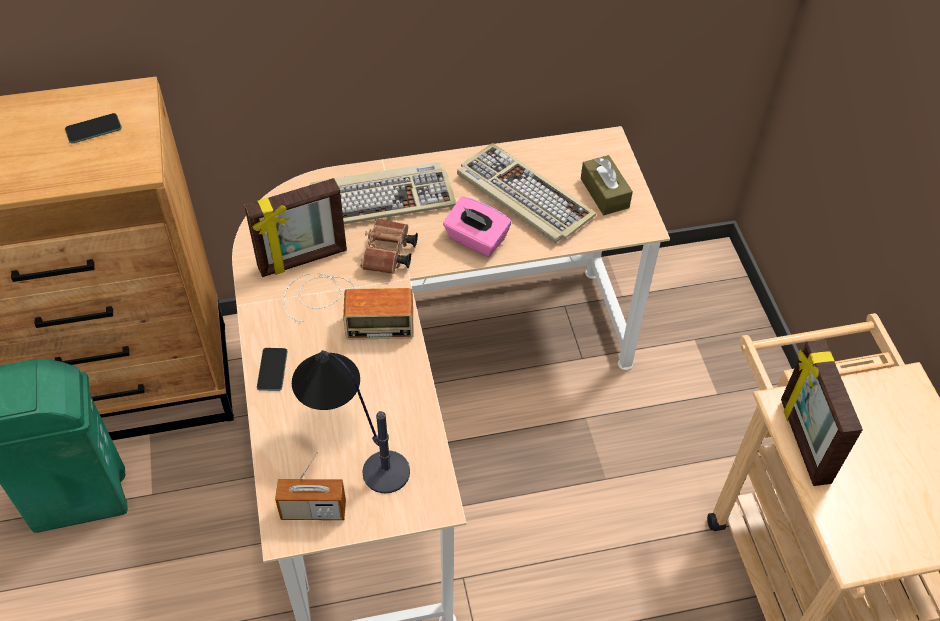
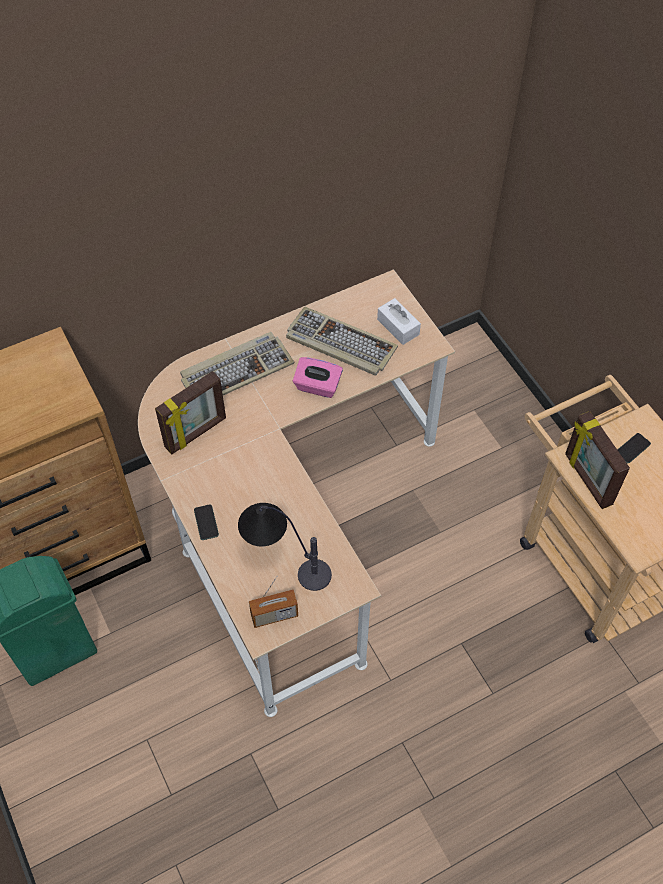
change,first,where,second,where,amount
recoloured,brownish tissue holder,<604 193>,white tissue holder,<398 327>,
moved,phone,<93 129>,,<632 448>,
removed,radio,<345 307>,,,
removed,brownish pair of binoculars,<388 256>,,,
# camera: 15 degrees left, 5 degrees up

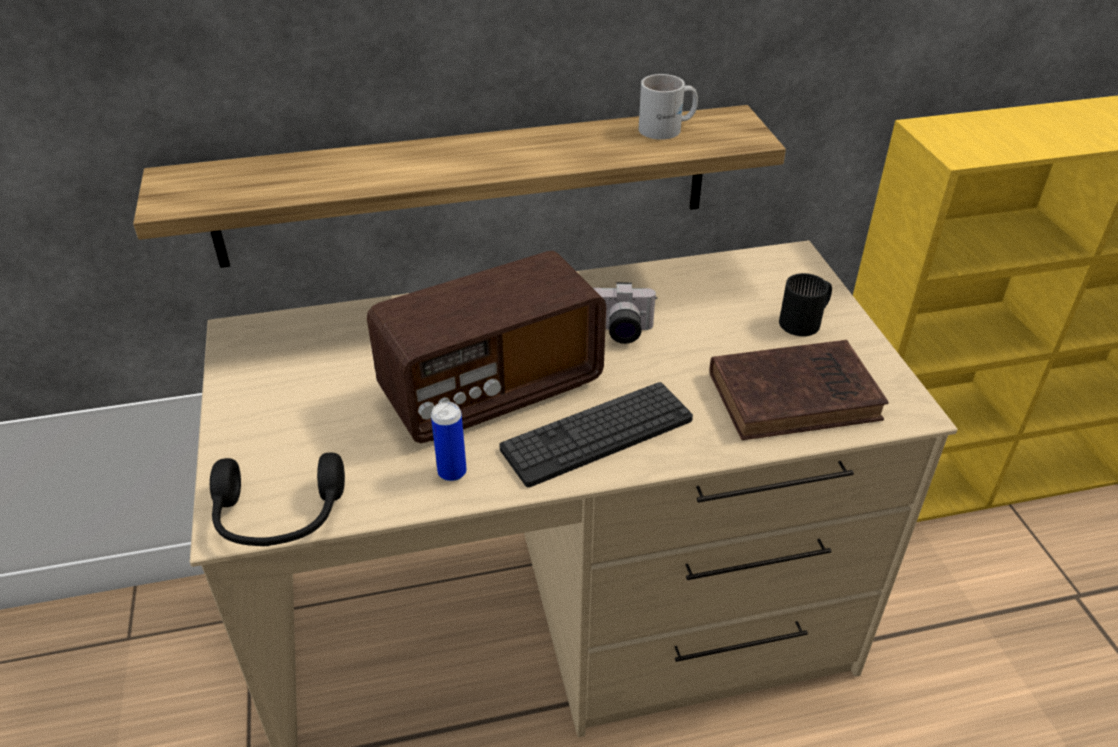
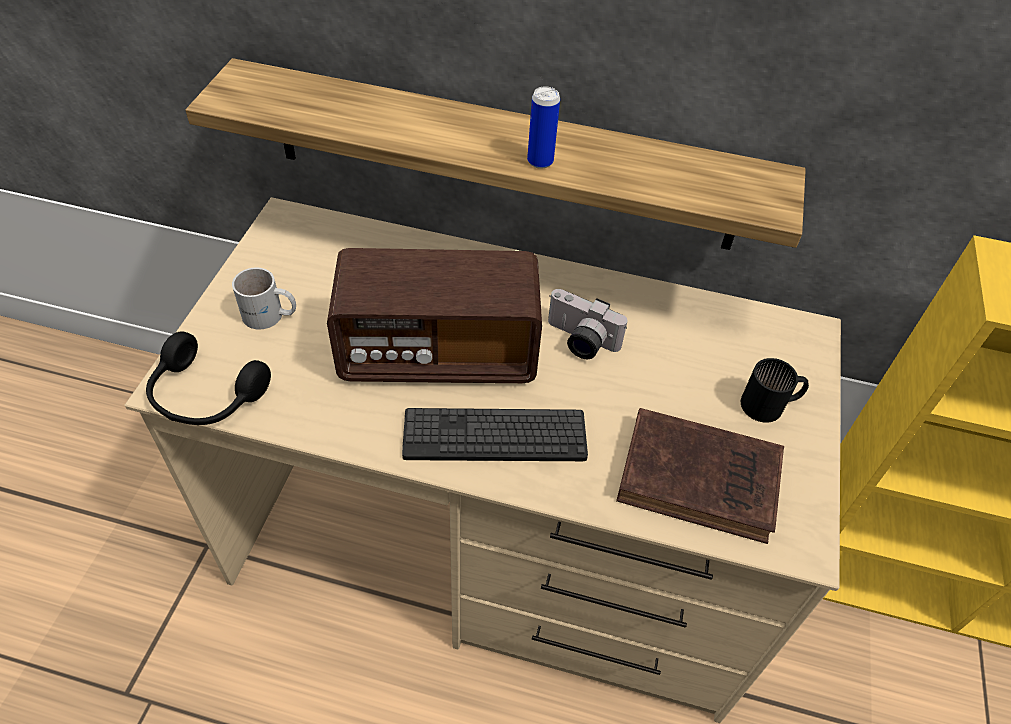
change,first,where,second,where,amount
moved,white mug,<668 129>,,<269 316>,
moved,sealed can,<452 472>,,<540 161>,
# camera: 25 degrees right, 10 degrees up

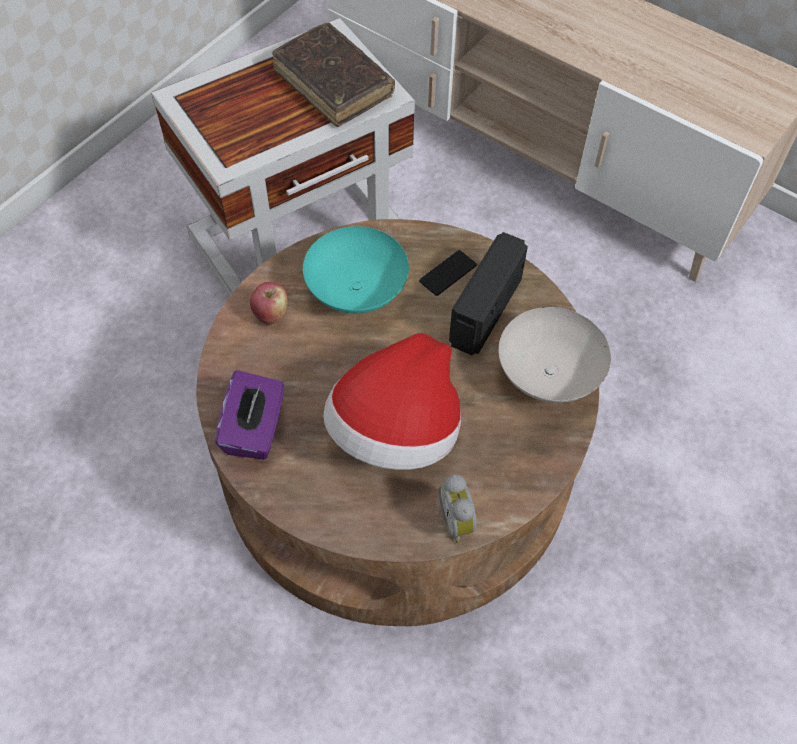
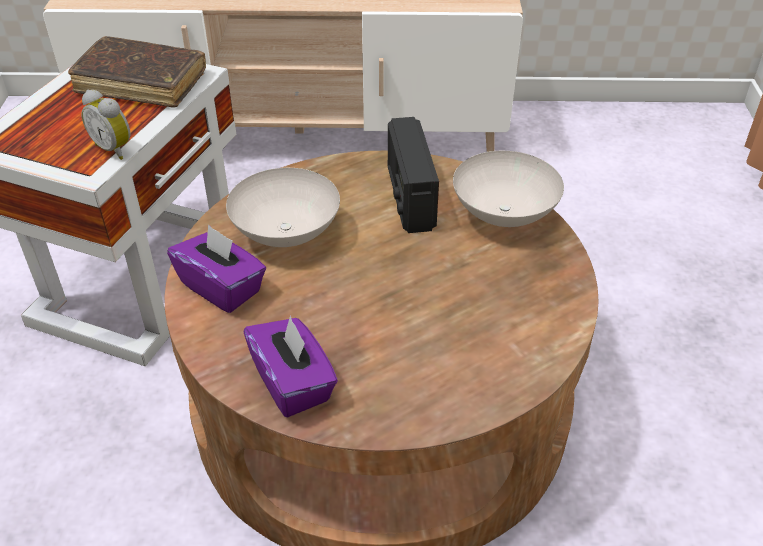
change,first,where,second,where,amount
moved,alarm clock,<458 520>,,<115 149>,
replaced,apple fruit,<271 315>,purplish tissue holder,<222 287>,
recoloured,turquoise serving bowl,<355 291>,white serving bowl,<285 234>,
removed,wearable hat,<396 430>,,,
removed,phone,<448 273>,,,
# camera: 35 degrees left, 15 degrees down

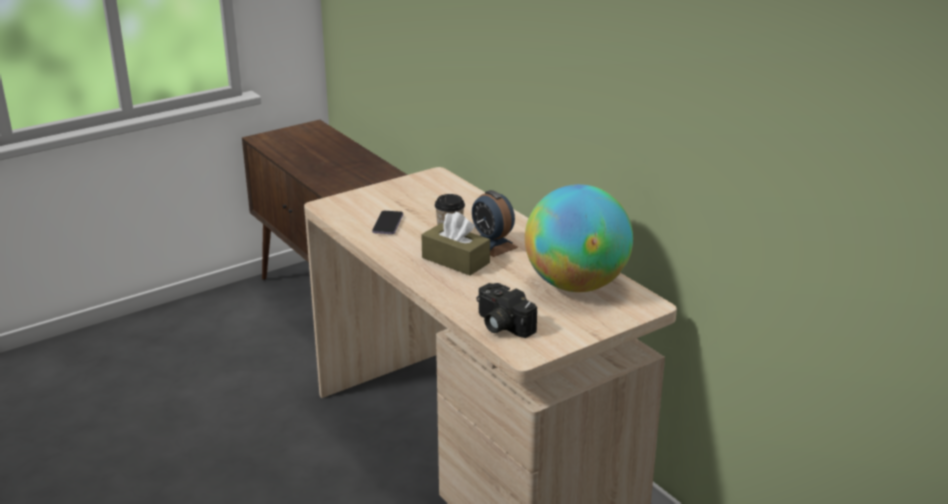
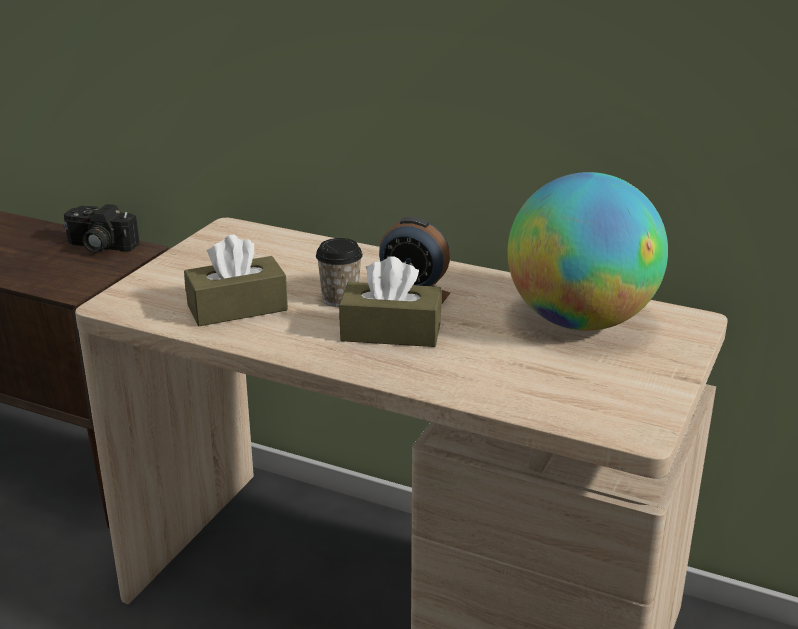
change,first,where,second,where,amount
moved,photo camera,<501 325>,,<99 246>,
replaced,phone,<388 224>,brownish tissue holder,<237 308>,
# camera: 30 degrees left, 0 degrees up

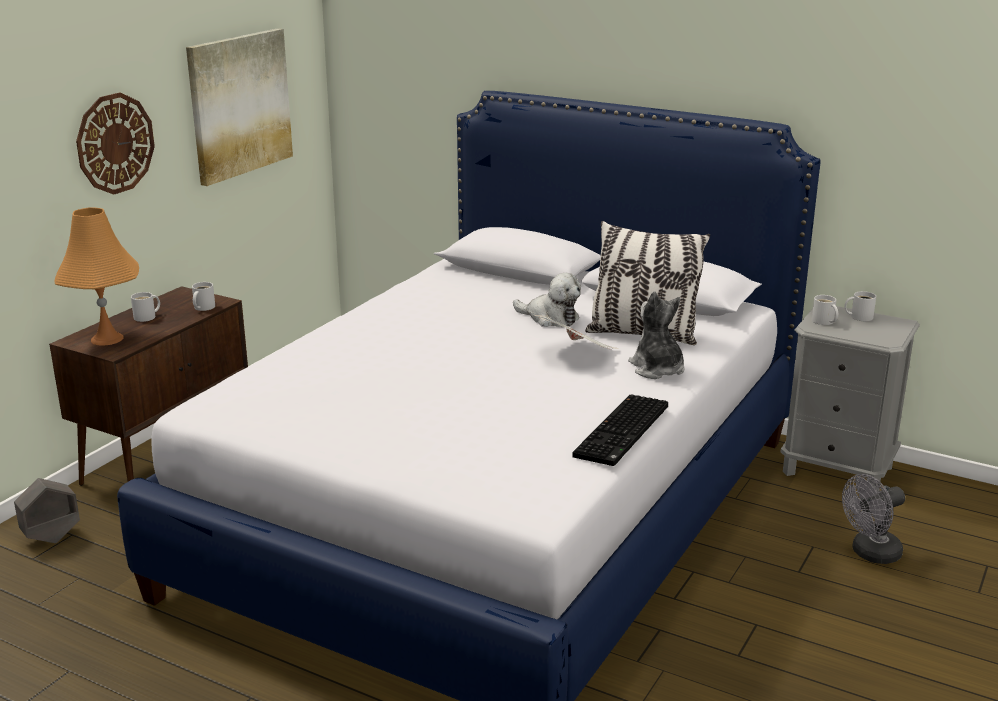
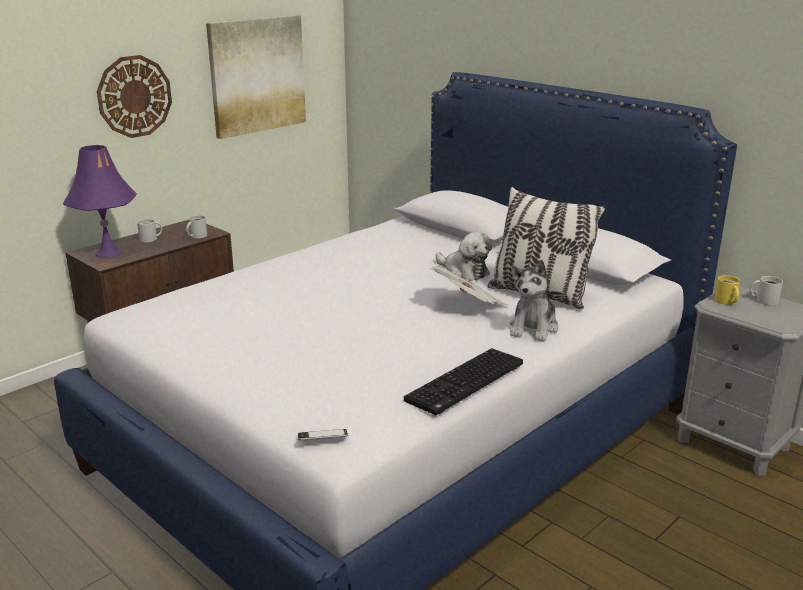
change,first,where,second,where,amount
recoloured,orange-coloured tabletop lamp,<107 339>,purplish tabletop lamp,<109 253>,
added,,,phone,<323 438>,
turned,soft toy,<657 369>,,<533 328>,150 degrees counterclockwise
recoloured,white mug,<823 322>,yellowish mug,<725 301>,
removed,gray planter,<52 538>,,,
removed,gray electric fan,<870 554>,,,
# camera: 15 degrees right, 0 degrees up

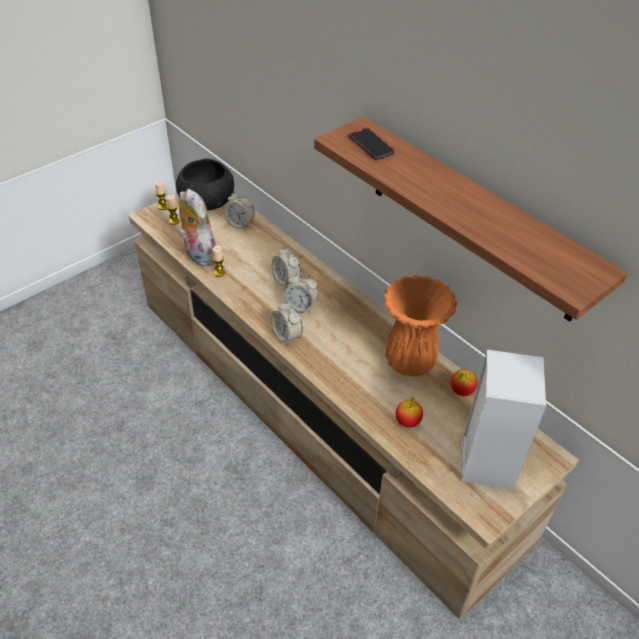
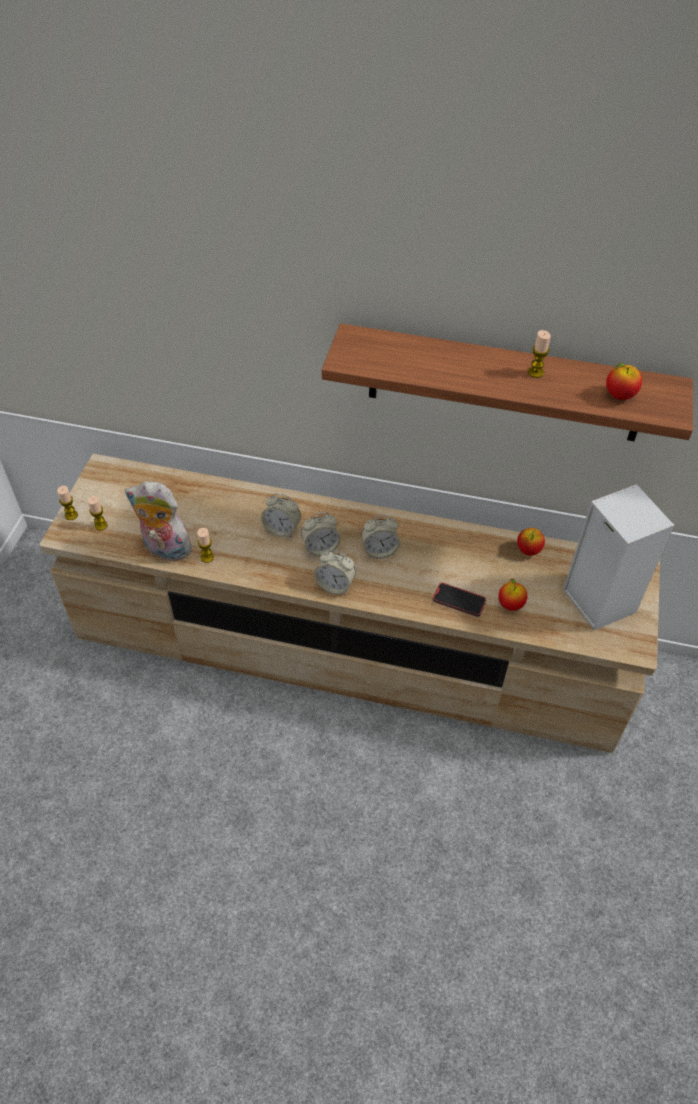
change,first,where,second,where,amount
moved,alarm clock,<240 224>,,<379 550>,
moved,phone,<371 146>,,<459 601>,
added,,,wax candle,<535 372>,
added,,,apple fruit,<619 395>,
removed,blackish serving bowl,<207 201>,,,
removed,orange-coloured vase,<411 362>,,,
# camera: 35 degrees left, 5 degrees up

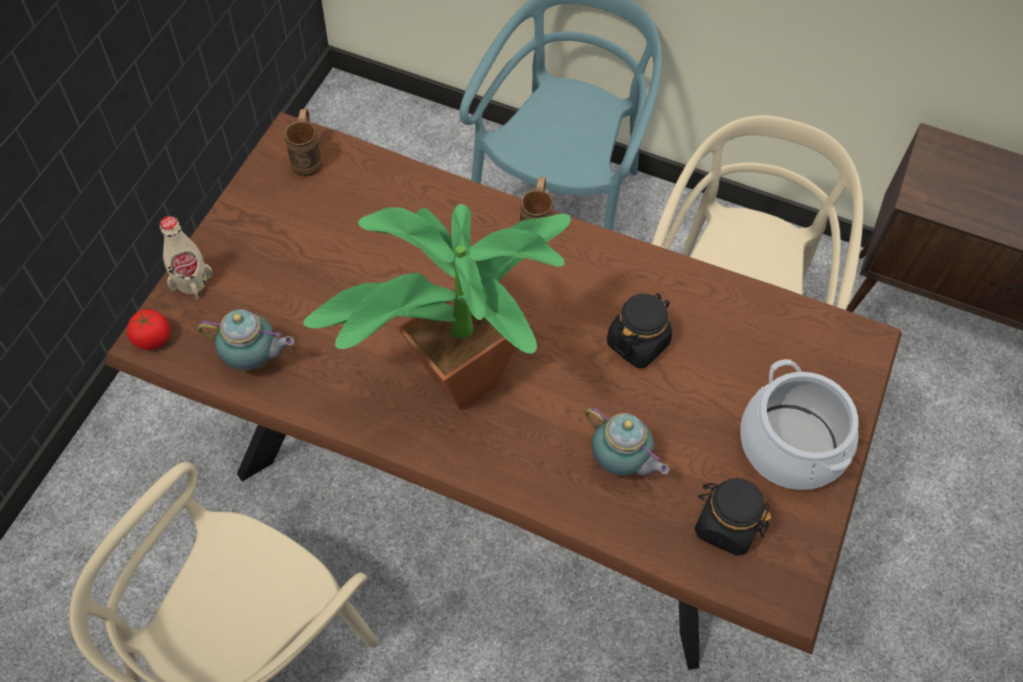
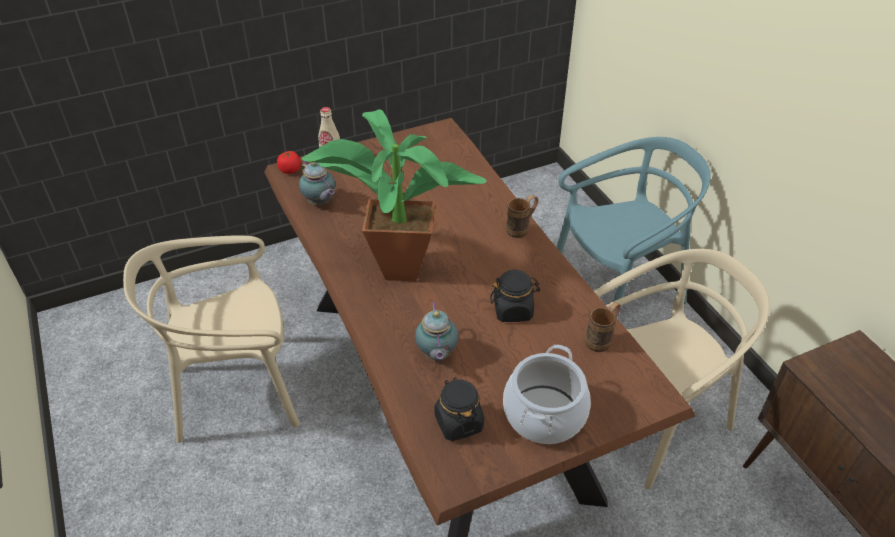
change,first,where,second,where,amount
moved,brownish mug,<308 158>,,<602 339>,
# camera: 45 degrees right, 15 degrees down

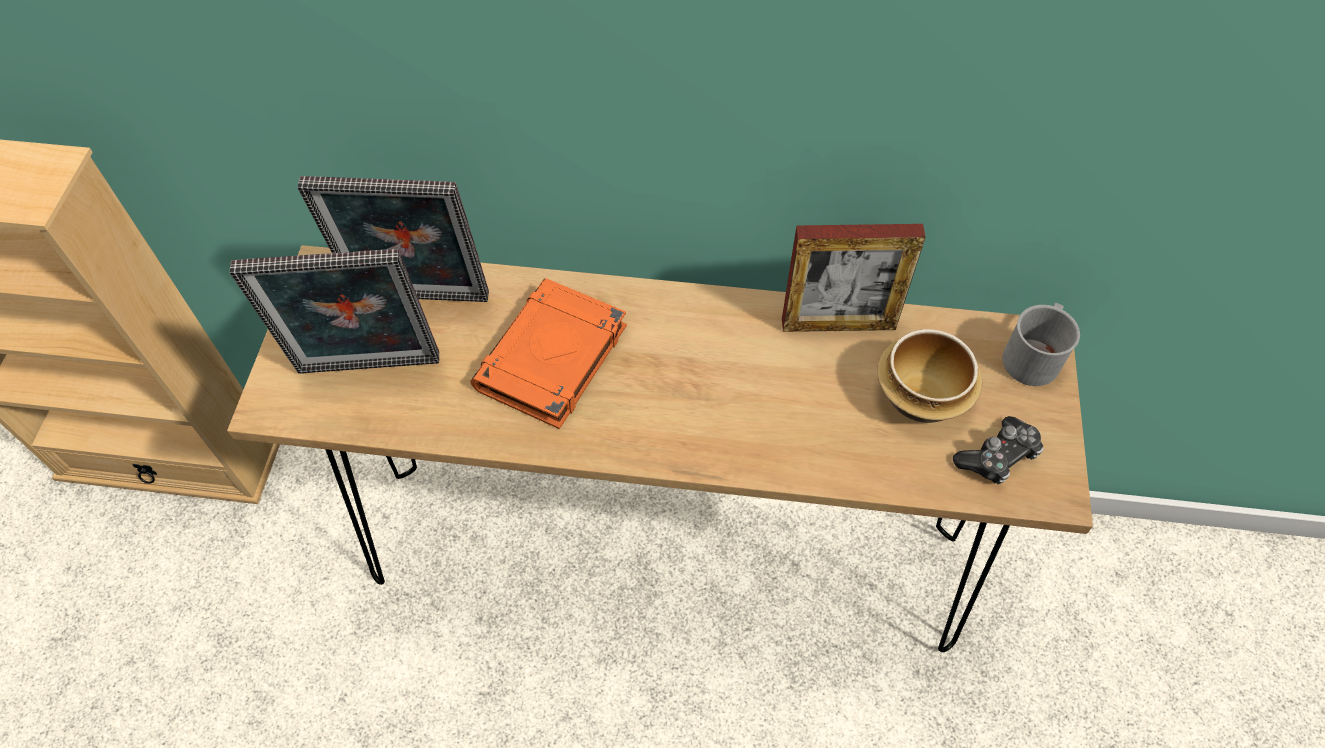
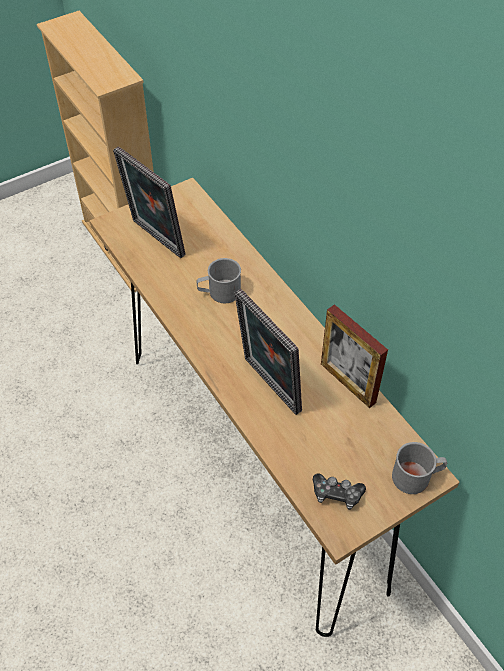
change,first,where,second,where,amount
replaced,orange-coloured bound book,<551 359>,gray mug,<219 292>,
moved,picture frame,<420 301>,,<268 387>,
removed,serving bowl,<919 396>,,,
# camera: 50 degrees right, 5 degrees down

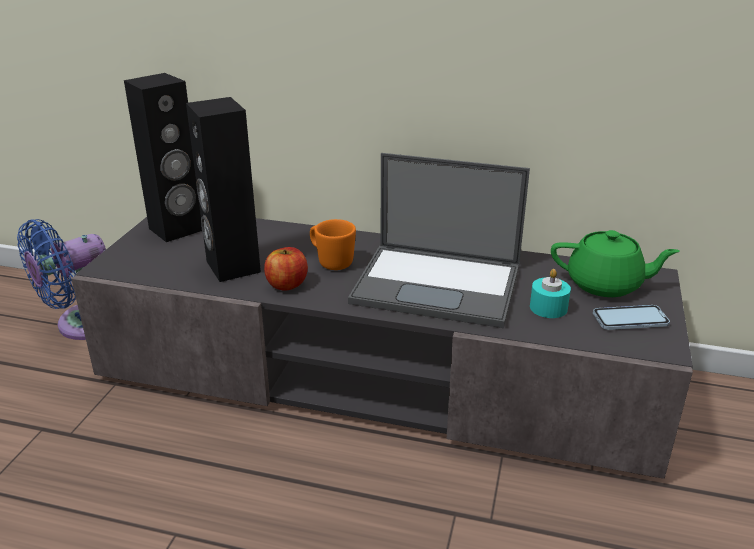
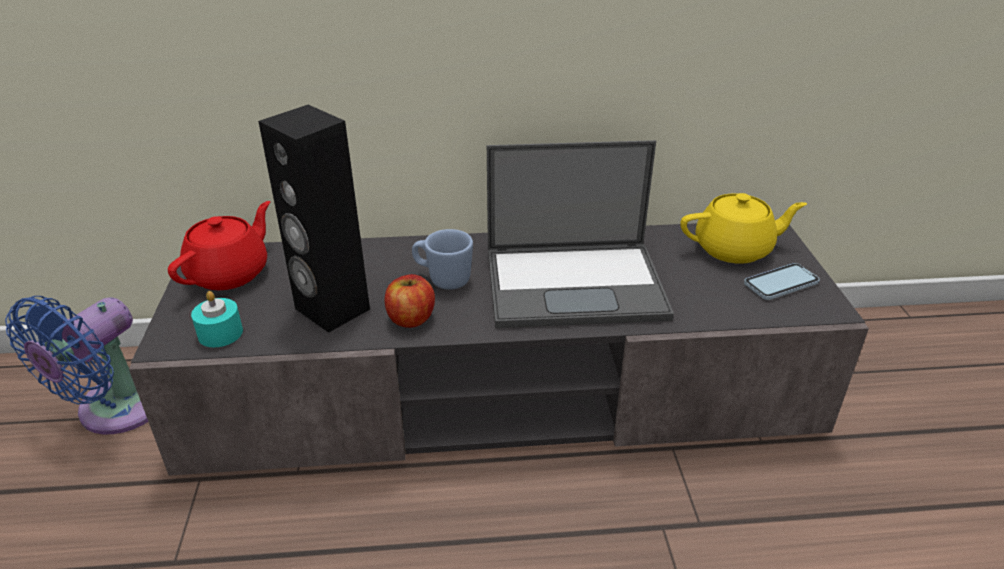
change,first,where,second,where,amount
replaced,blackish audio speaker,<177 229>,red tea pot,<230 273>,
moved,turquoise wax candle,<548 307>,,<220 333>,
recoloured,orange-coloured mug,<331 262>,blue mug,<442 279>,
recoloured,green-coloured tea pot,<605 285>,yellowish tea pot,<734 249>,
# camera: 20 degrees left, 5 degrees up

